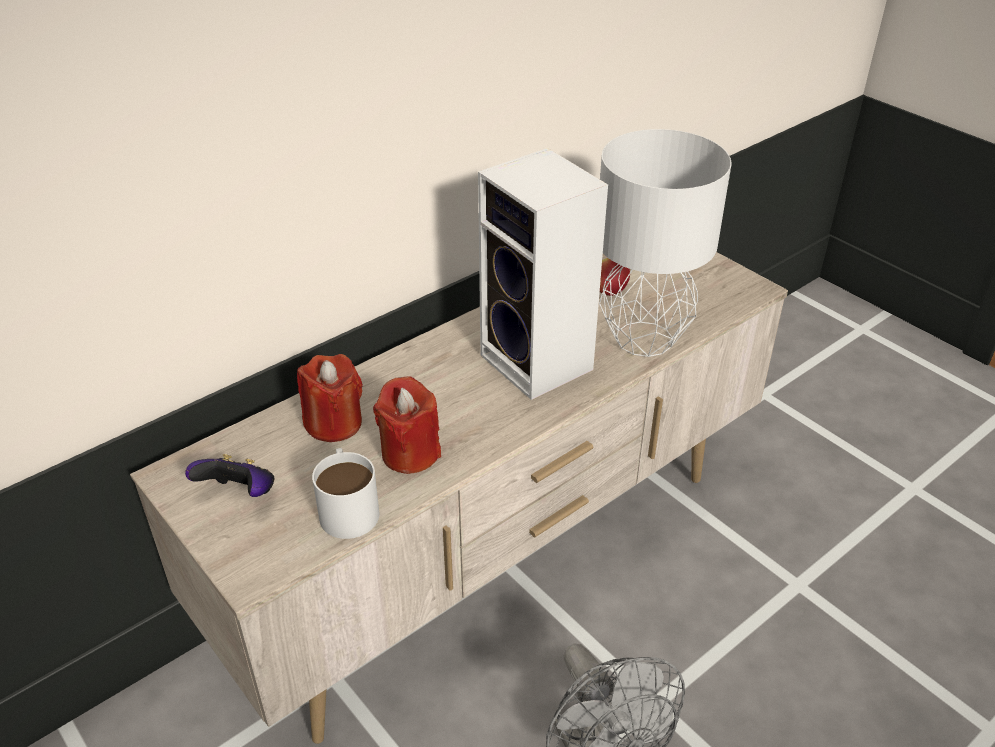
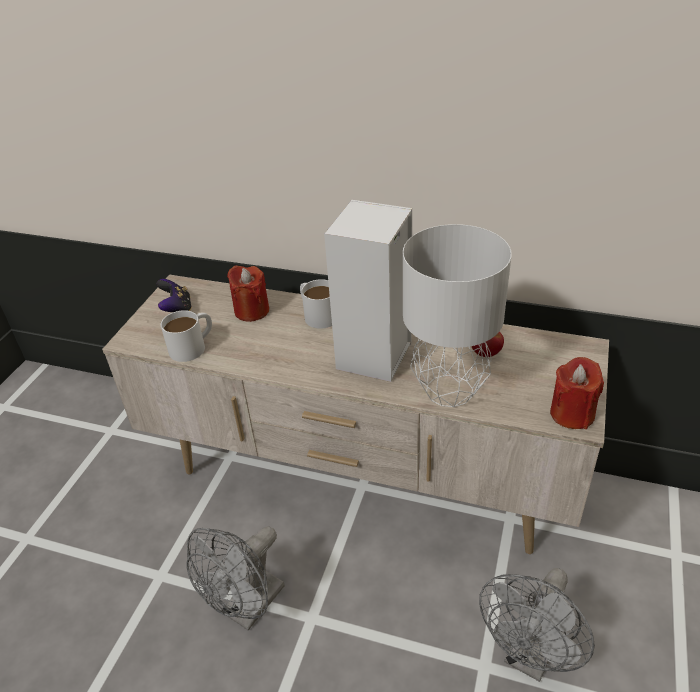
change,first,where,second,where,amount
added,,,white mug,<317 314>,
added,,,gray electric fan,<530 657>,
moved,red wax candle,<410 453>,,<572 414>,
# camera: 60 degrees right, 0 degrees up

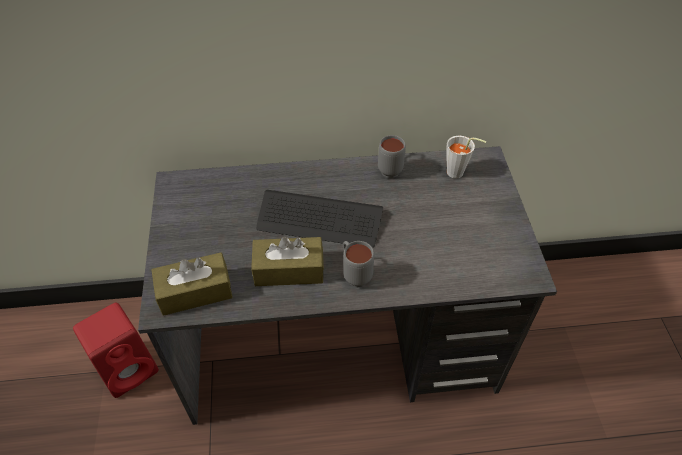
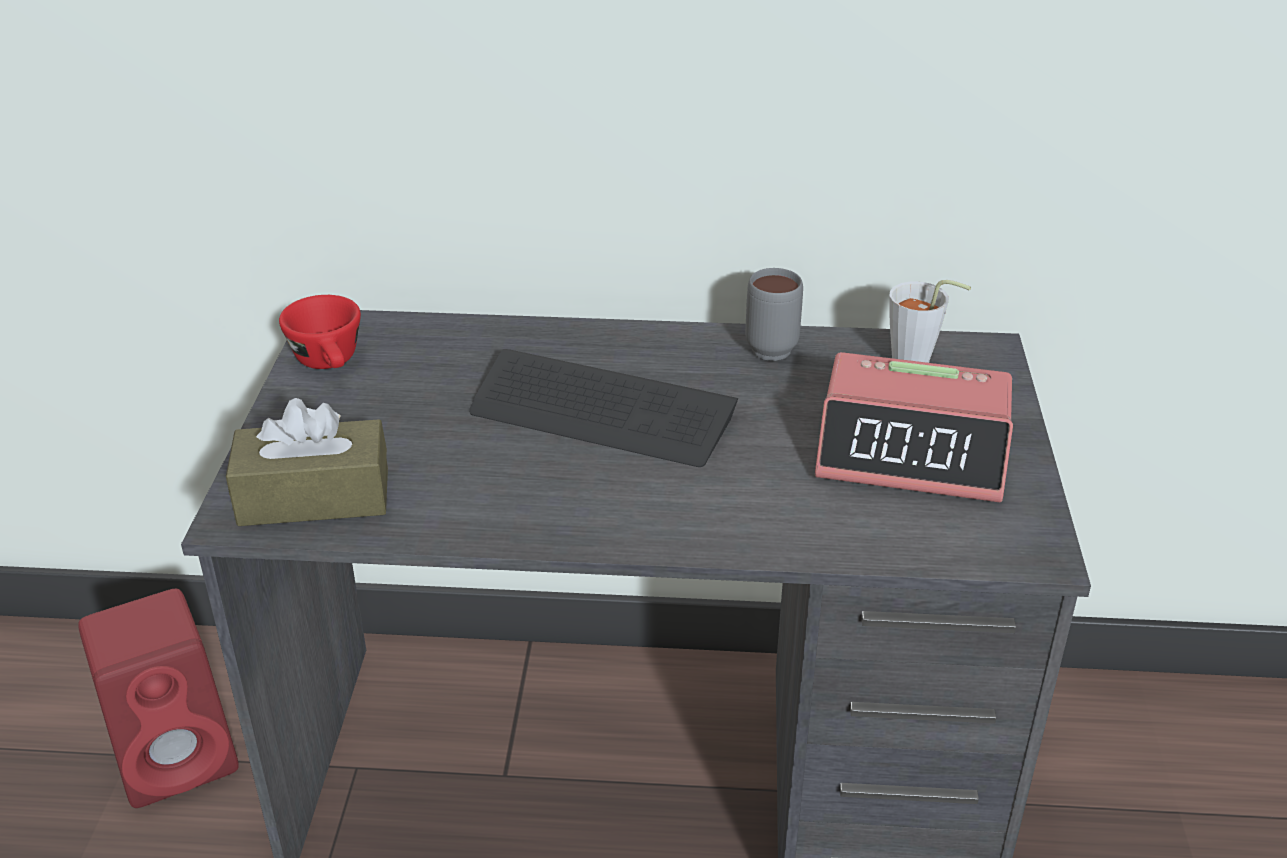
change,first,where,second,where,amount
added,,,red small cup,<330 363>,
added,,,alarm clock,<913 449>,
removed,brownish tissue holder,<289 270>,,,
removed,gray mug,<354 274>,,,
# camera: 10 degrees right, 15 degrees down

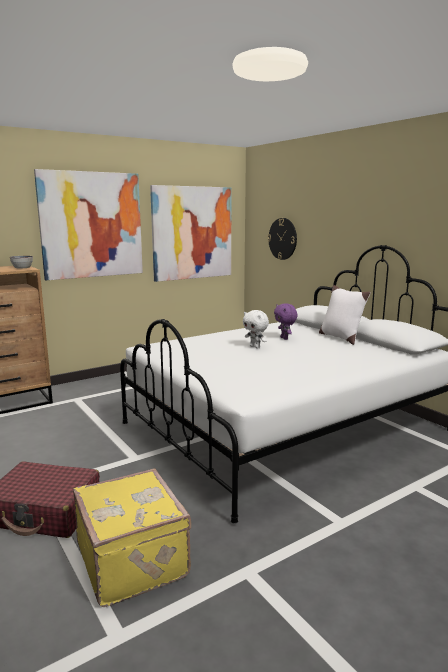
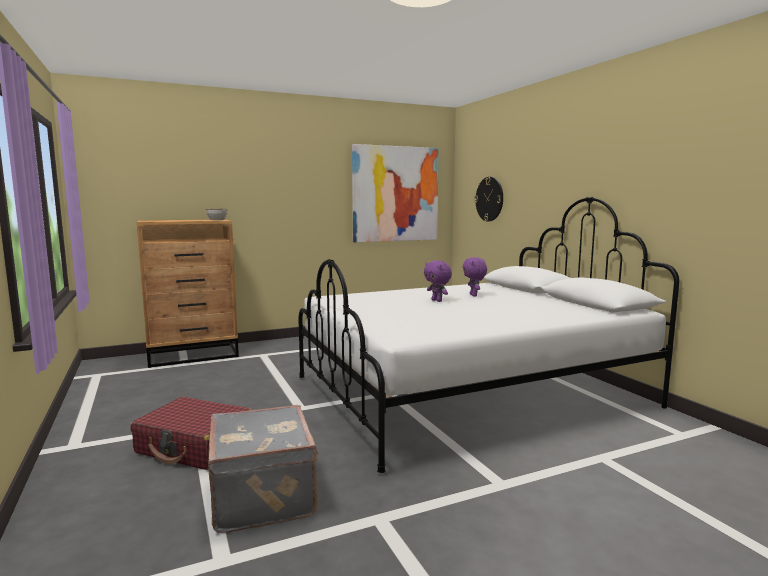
change,first,where,second,where,amount
recoloured,yellowish piece of luggage,<134 559>,gray piece of luggage,<265 495>,
recoloured,white soft toy,<255 347>,purplish soft toy,<437 301>,
removed,picture,<92 225>,,,
removed,white cushion,<340 337>,,,
# camera: 10 degrees right, 5 degrees down

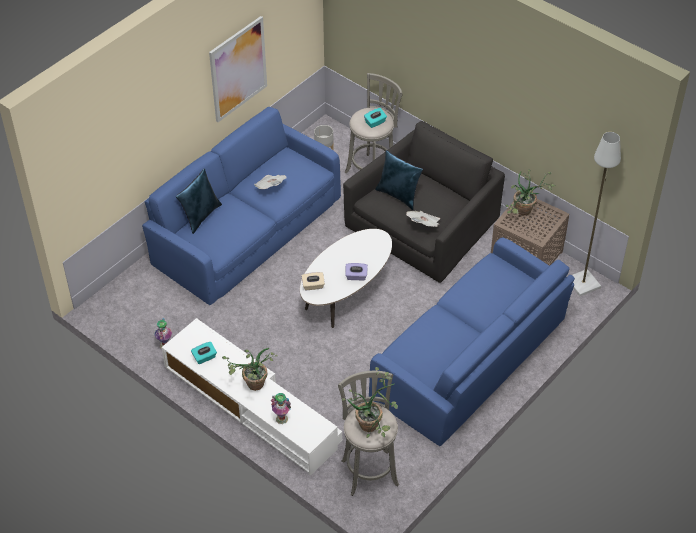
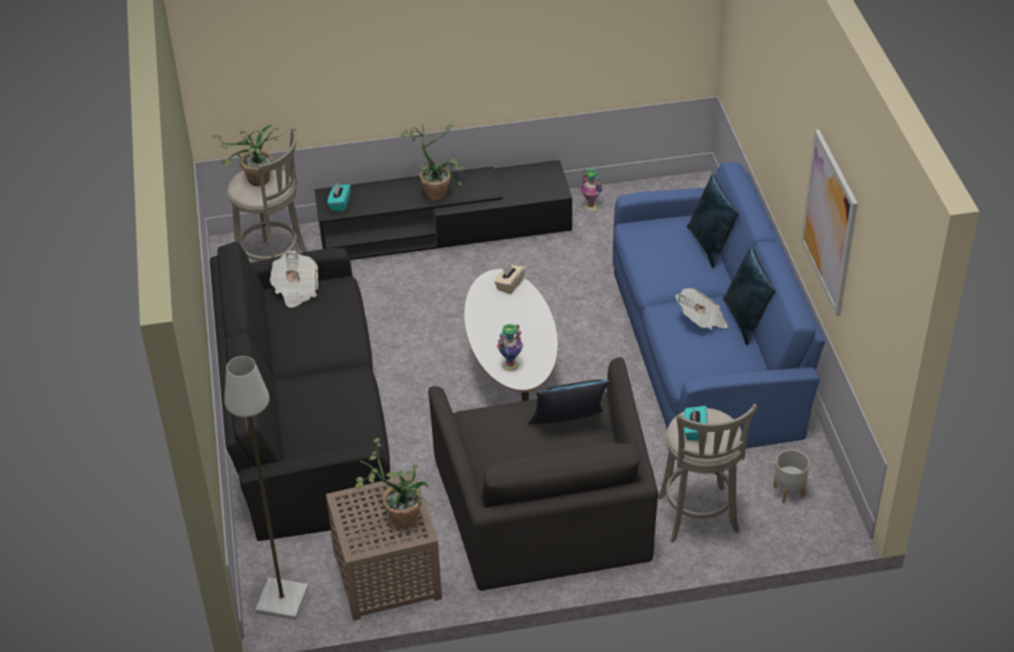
change,first,where,second,where,amount
recoloured,blue settee,<470 358>,blackish settee,<305 418>,
moved,daily paper,<424 225>,,<295 290>,
recoloured,white tv unit,<252 405>,blackish tv unit,<444 229>,
moved,turquoise tissue holder,<204 357>,,<339 204>,
moved,vase,<282 418>,,<510 366>,
added,,,blue cushion,<746 320>,
removed,purplish tissue holder,<356 276>,,,
# camera: 130 degrees right, 5 degrees down

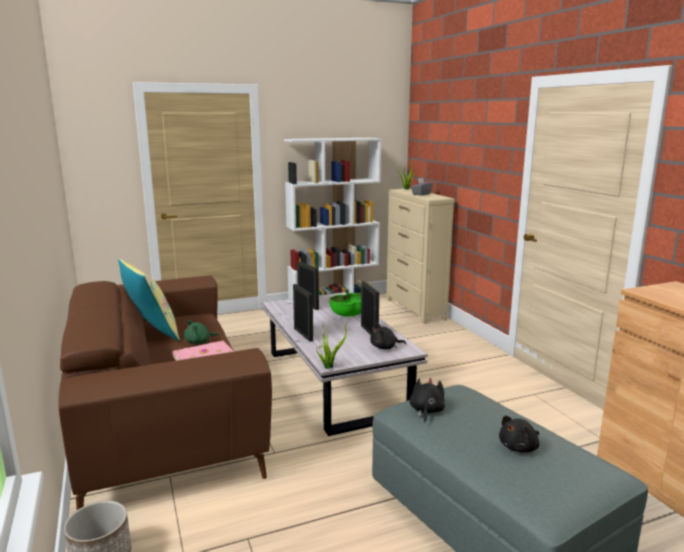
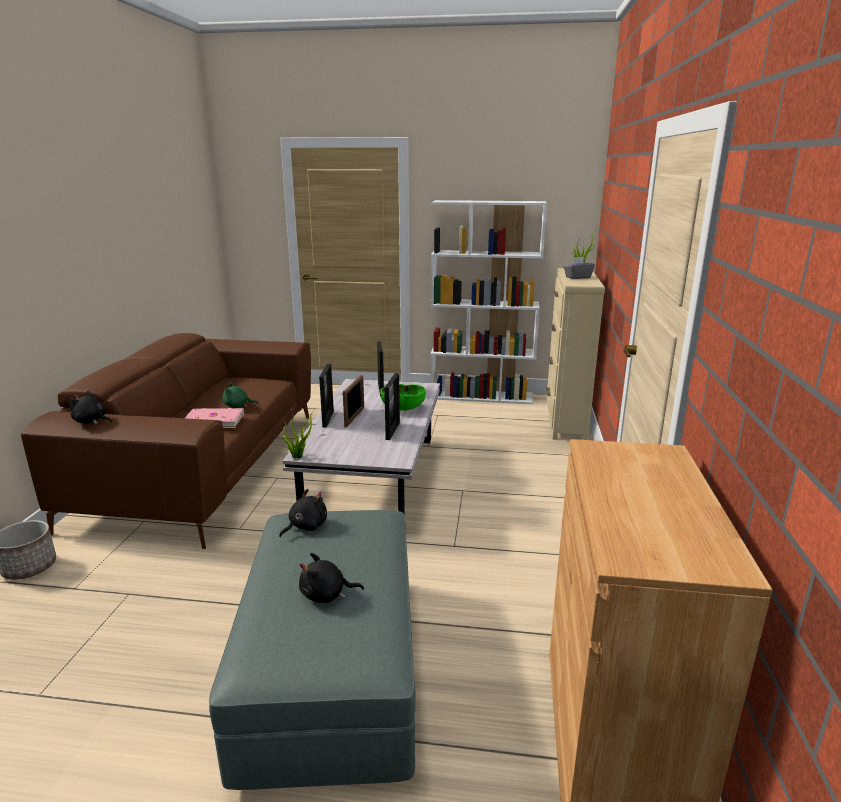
change,first,where,second,where,amount
moved,blackish soft toy,<385 347>,,<91 421>,
added,,,picture frame,<354 417>,
removed,yellowish cushion,<151 332>,,,
# camera: 30 degrees right, 5 degrees up

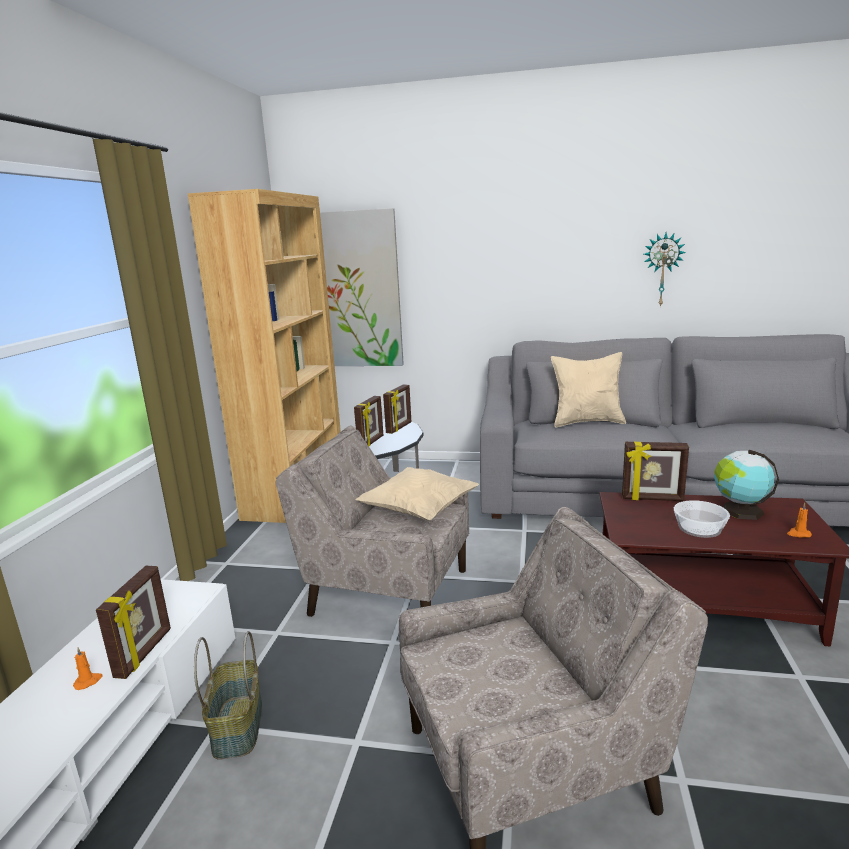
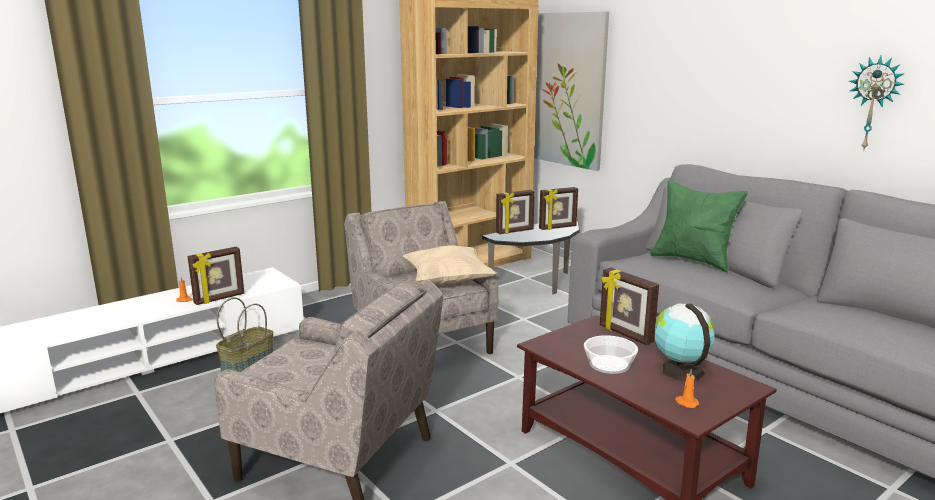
change,first,where,second,where,amount
recoloured,beige-coloured cushion,<587 422>,green-coloured cushion,<693 261>,
# camera: 40 degrees right, 0 degrees up

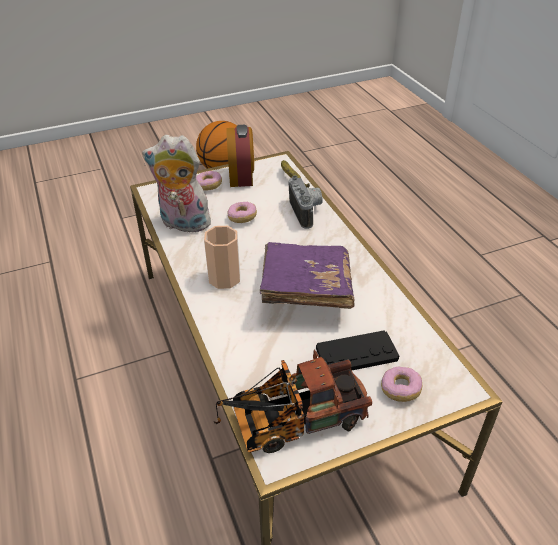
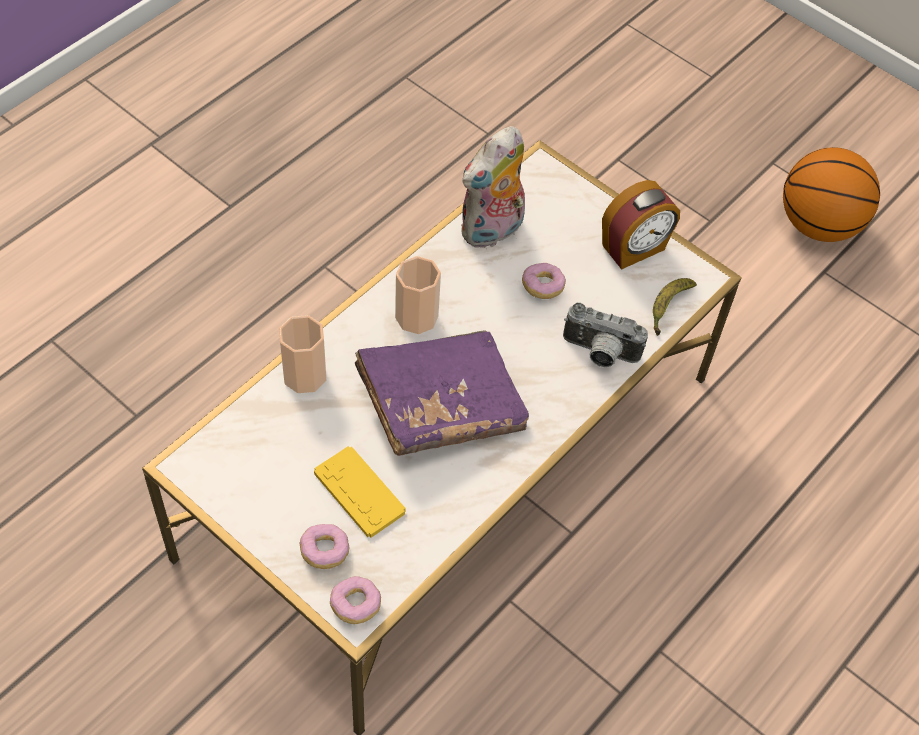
change,first,where,second,where,amount
added,,,small cup,<304 375>,
recoloured,blackish game controller,<356 354>,yellowish game controller,<359 492>,
moved,ring doughnut,<208 186>,,<355 605>,
turned,soft toy,<183 224>,,<492 231>,120 degrees counterclockwise
turned,photo camera,<307 212>,,<599 354>,60 degrees clockwise
removed,toy lorry,<291 422>,,,
# camera: 60 degrees right, 15 degrees up

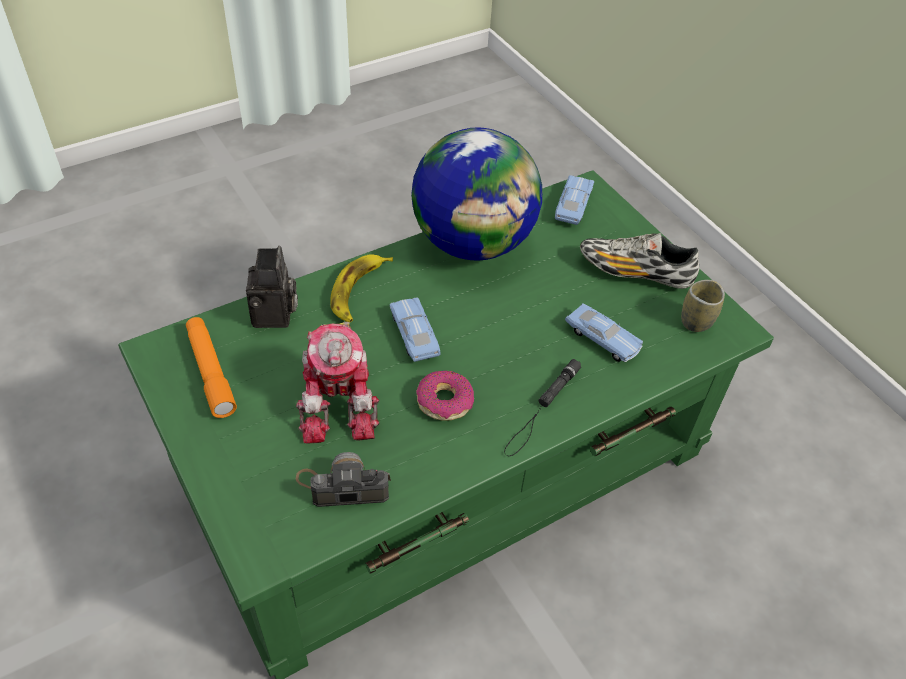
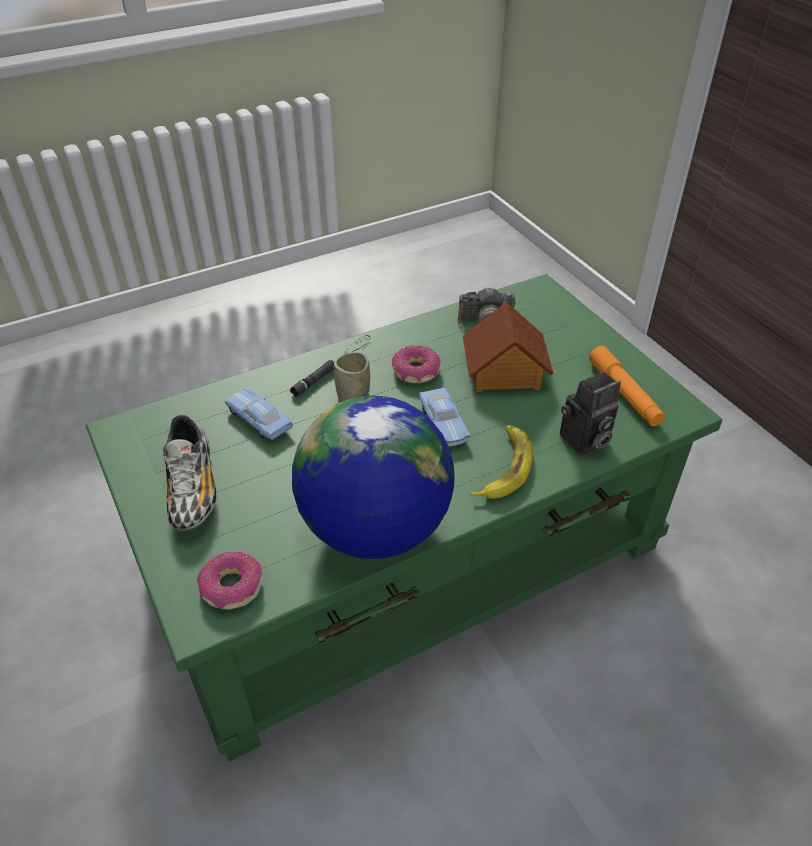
change,first,where,second,where,amount
turned,shoe,<635 272>,,<193 490>,60 degrees clockwise
replaced,blue toy car,<573 206>,ring doughnut,<231 587>,
moved,small cup,<696 321>,,<353 394>,
replaced,toy robot,<341 401>,toy house,<504 372>,
turned,photo camera,<275 316>,,<584 441>,120 degrees counterclockwise
# camera: 175 degrees left, 5 degrees down

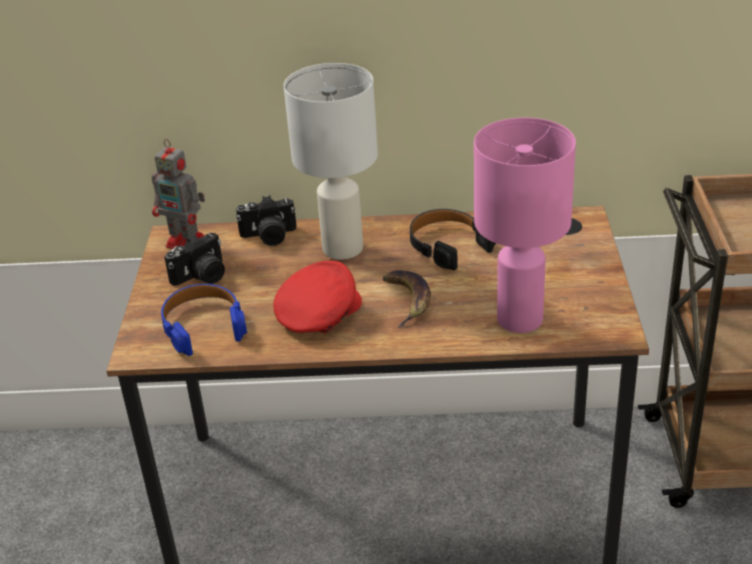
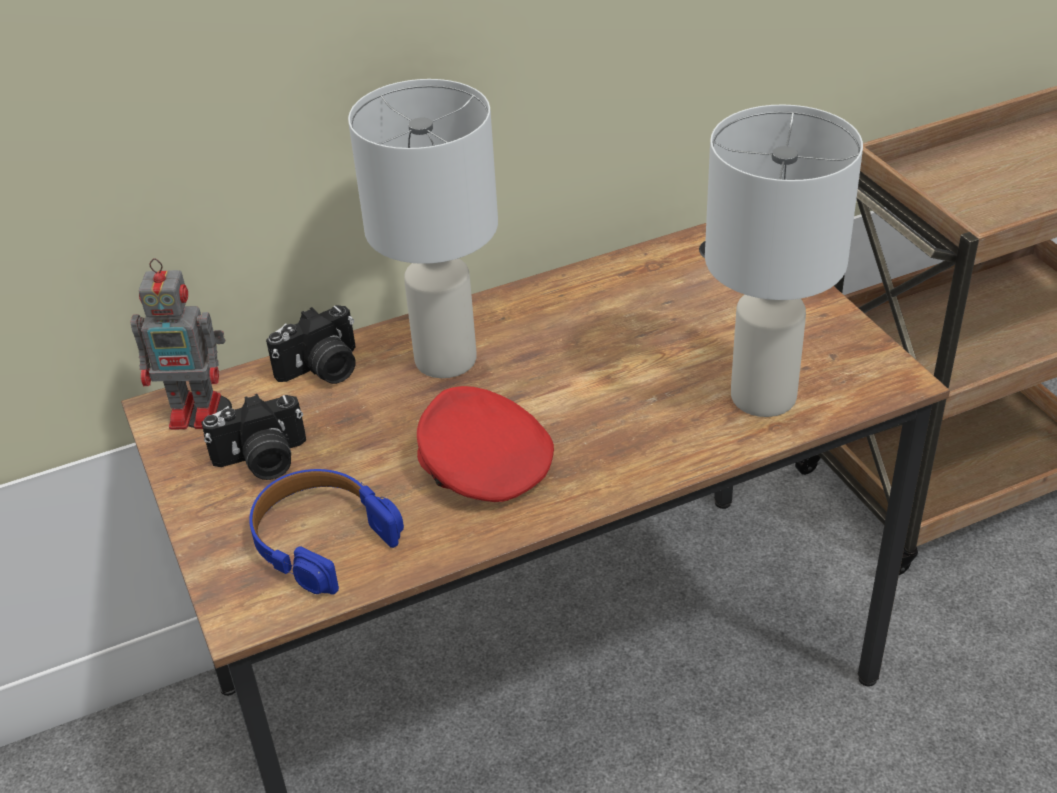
change,first,where,second,where,amount
turned,photo camera,<202 277>,,<262 461>,45 degrees clockwise
turned,red cap,<318 313>,,<481 467>,60 degrees counterclockwise
recoloured,pink-coloured tabletop lamp,<520 320>,white tabletop lamp,<764 397>,
removed,banana fruit,<408 300>,,,
removed,blackish pair of headphones,<448 245>,,,
# camera: 25 degrees left, 5 degrees up

